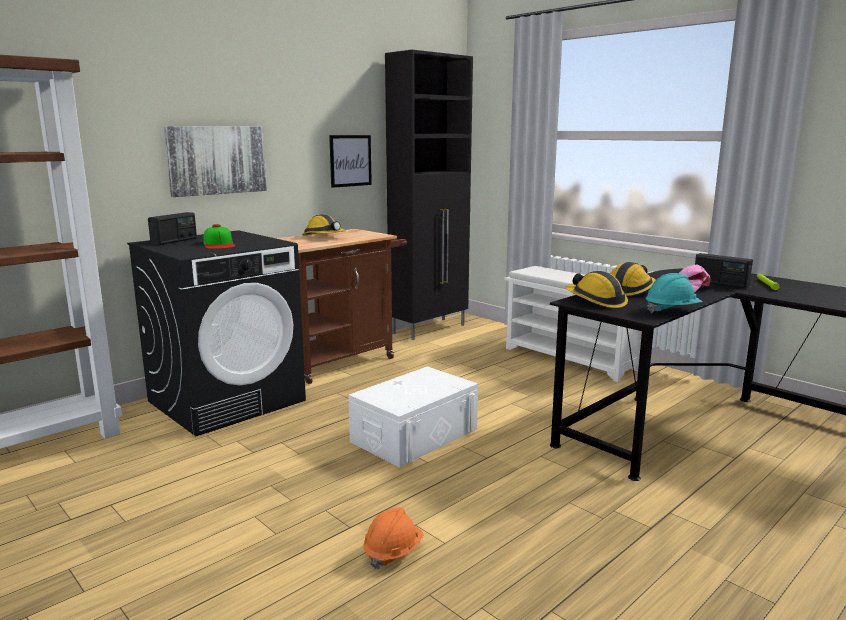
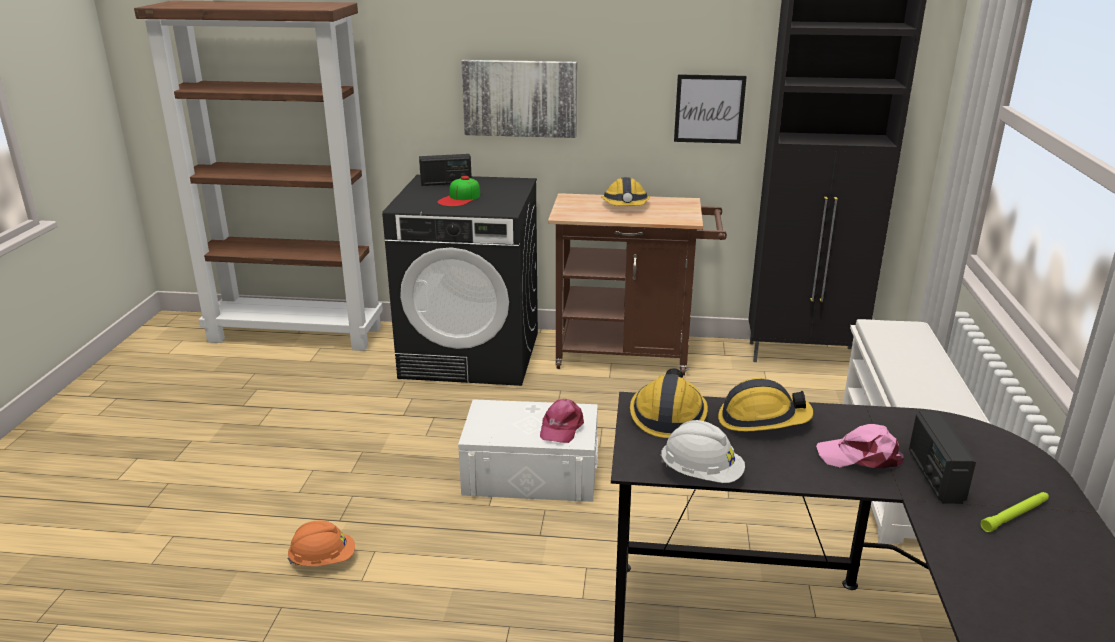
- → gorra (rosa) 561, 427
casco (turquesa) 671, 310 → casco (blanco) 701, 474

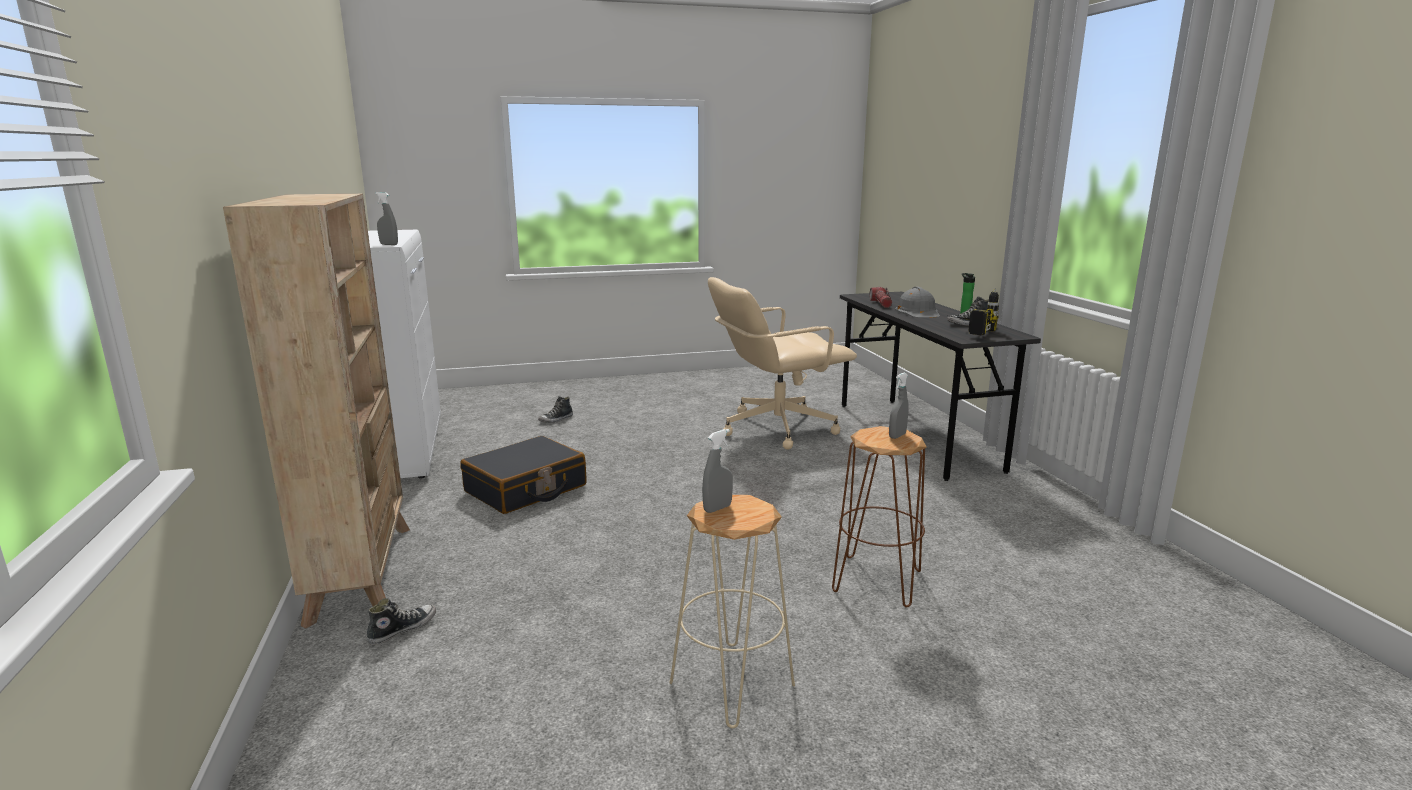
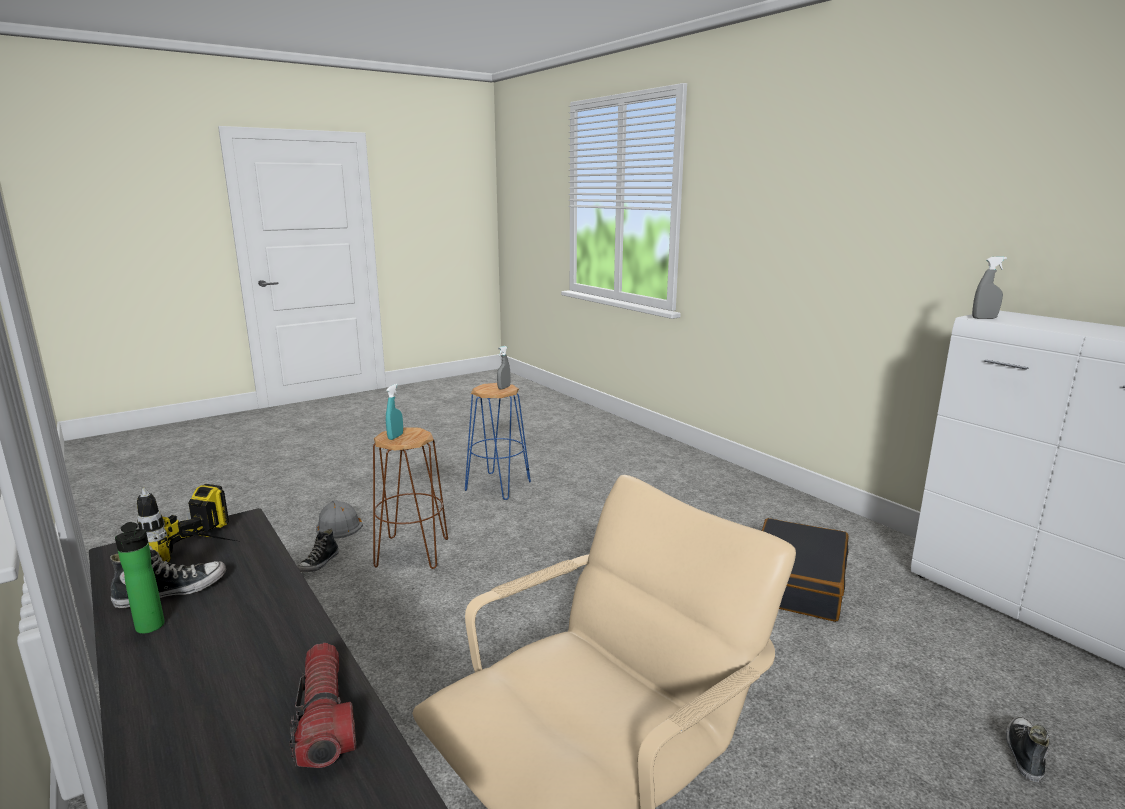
zapato 402, 629 → zapato 319, 563, moved
casco (gris) 918, 312 → casco (gris) 337, 525, moved
pulverizador (gris) 897, 436 → pulverizador (turquesa) 395, 437
taburete (beis) 731, 684 → taburete (azul) 498, 486
estantería (beis) 362, 572 → -

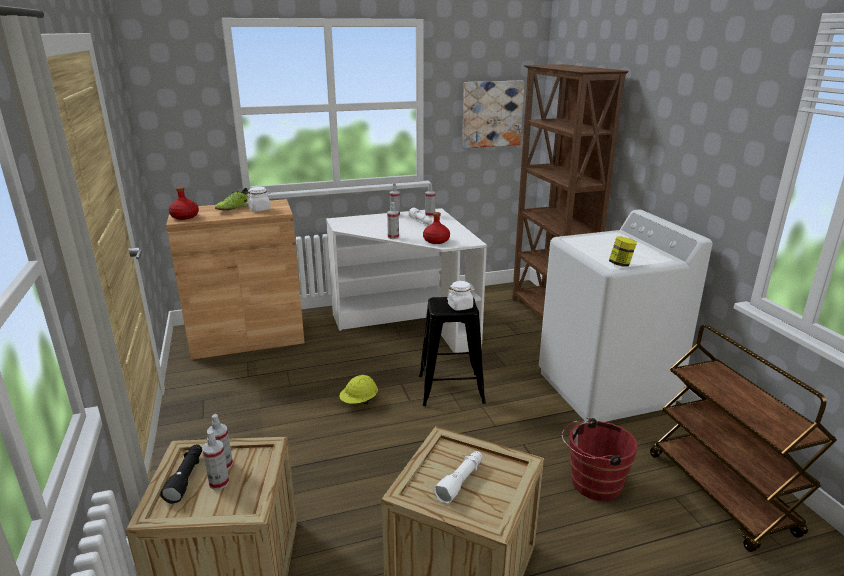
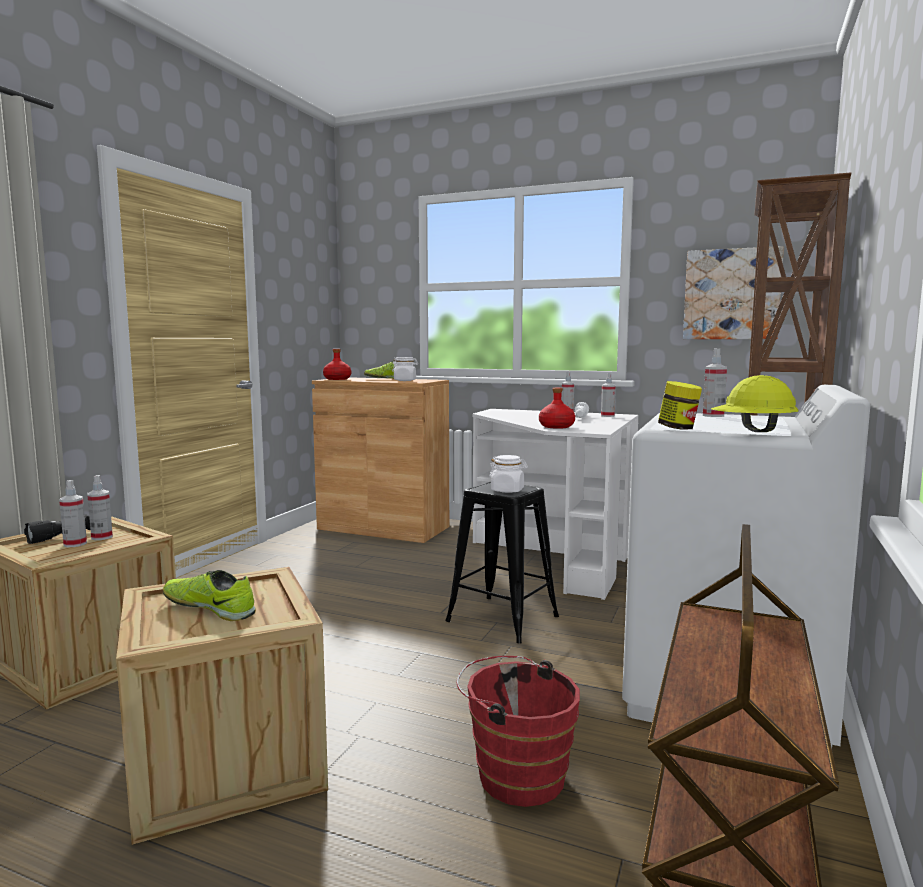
linterna (blanco) 460, 481 → zapato 209, 608
pulverizador 393, 237 → pulverizador 713, 415, moved
casco (amarillo) 359, 401 → casco (amarillo) 752, 431, moved

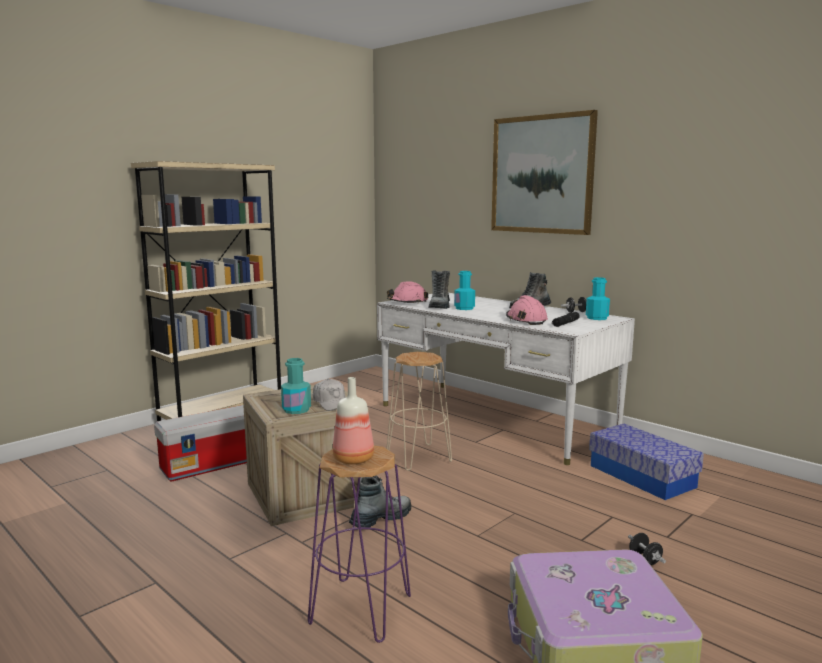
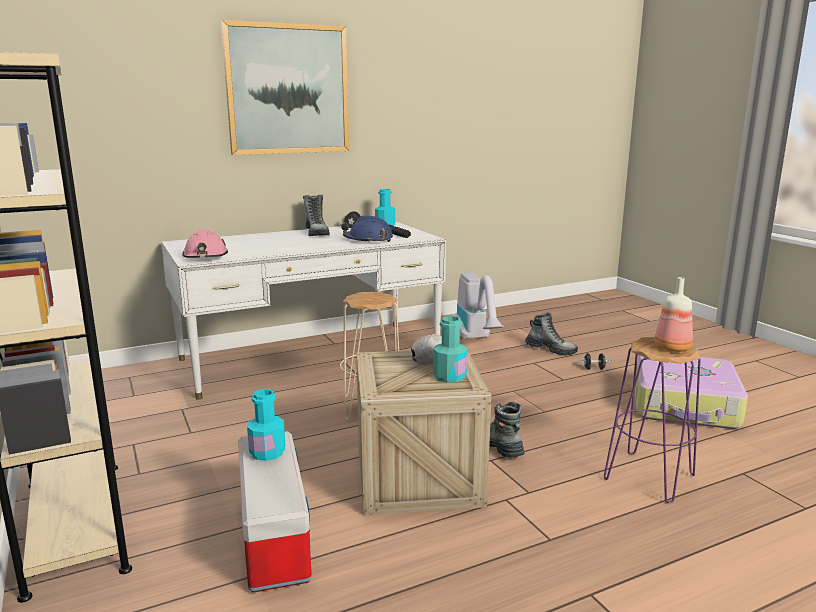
botella (turquesa) 464, 308 → botella (turquesa) 267, 452, moved
casco (rosa) 526, 320 → casco (azul) 368, 240
caja de almacenaje 642, 476 → aspiradora 476, 339
bota 440, 306 → bota 551, 350, moved

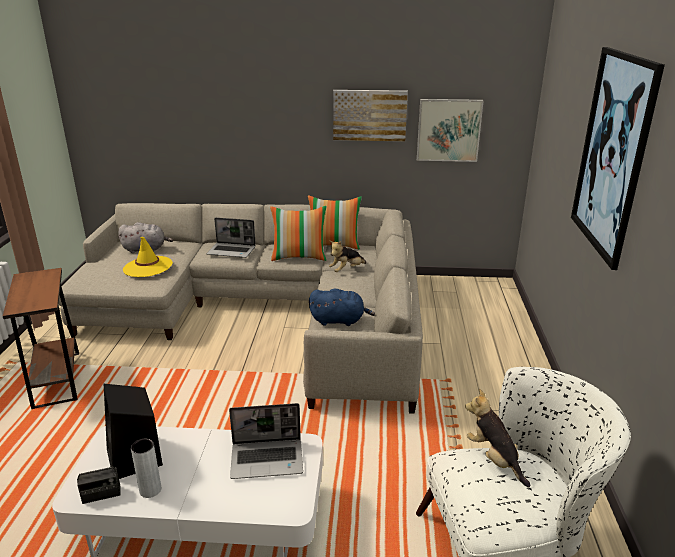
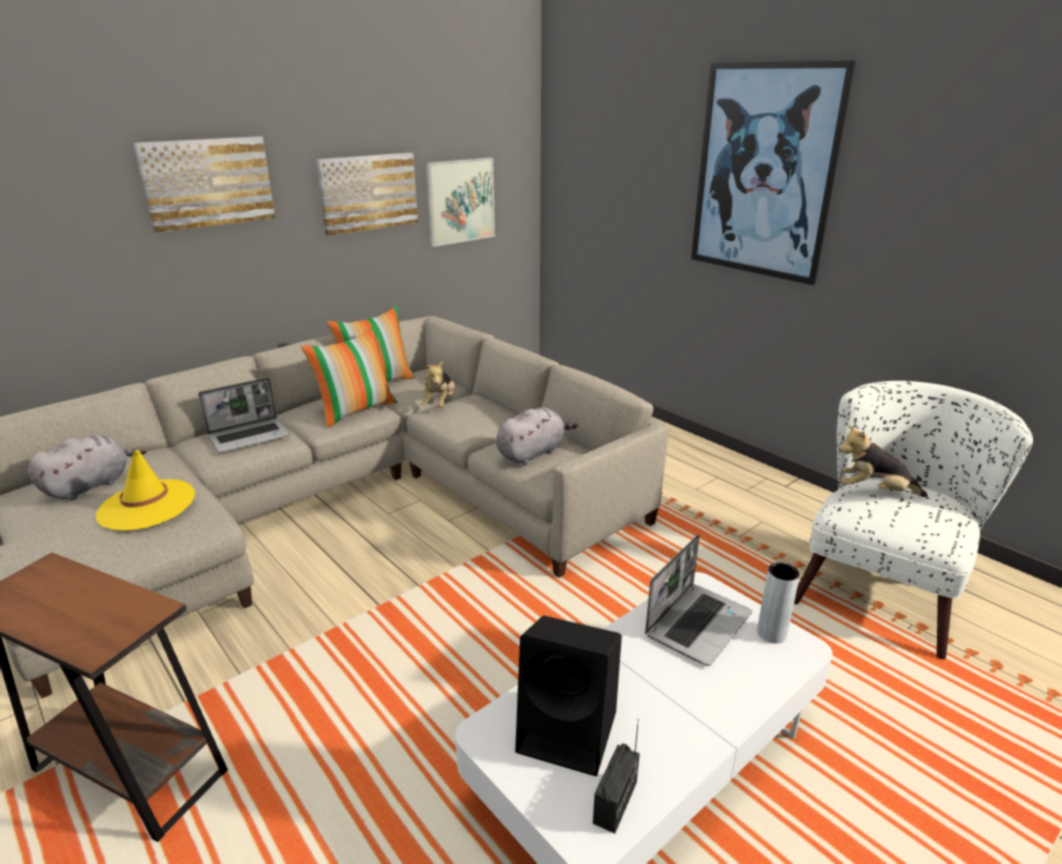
- → cuadro 207, 182
peluche (azul) 339, 320 → peluche (gris) 532, 453
florero (gris) 150, 490 → florero (gris) 771, 633, moved

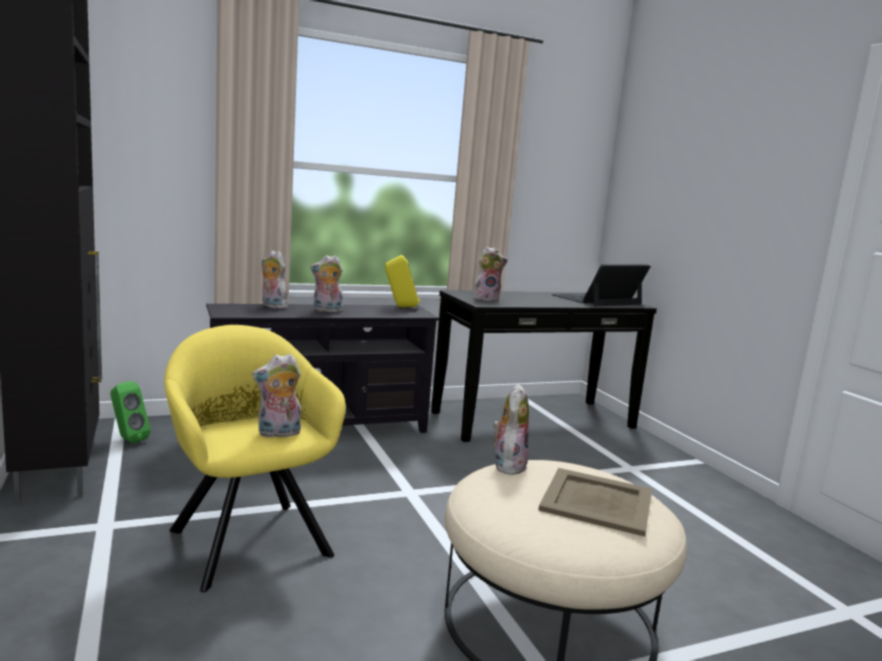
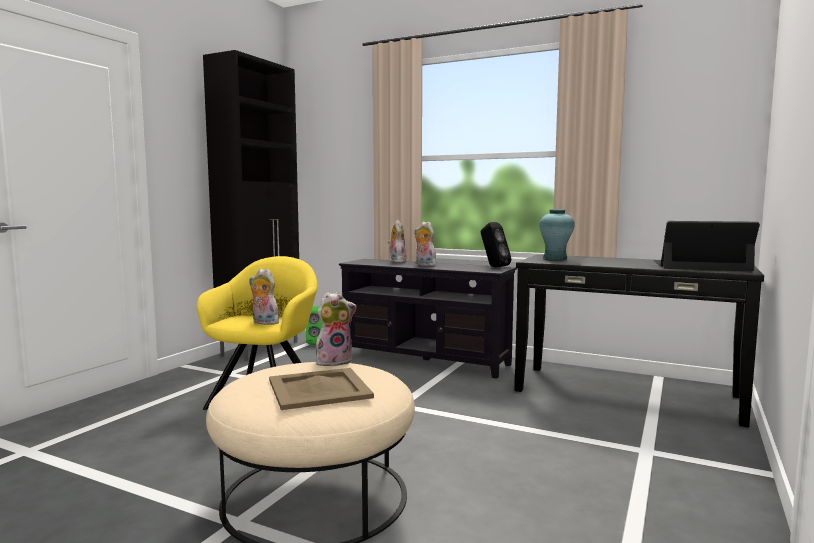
altavoz (amarillo) 400, 307 → altavoz (negro) 493, 267
peluche 486, 299 → florero (turquesa) 555, 259

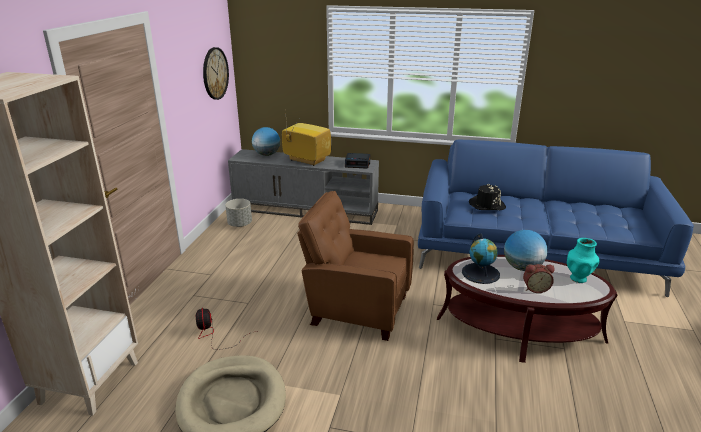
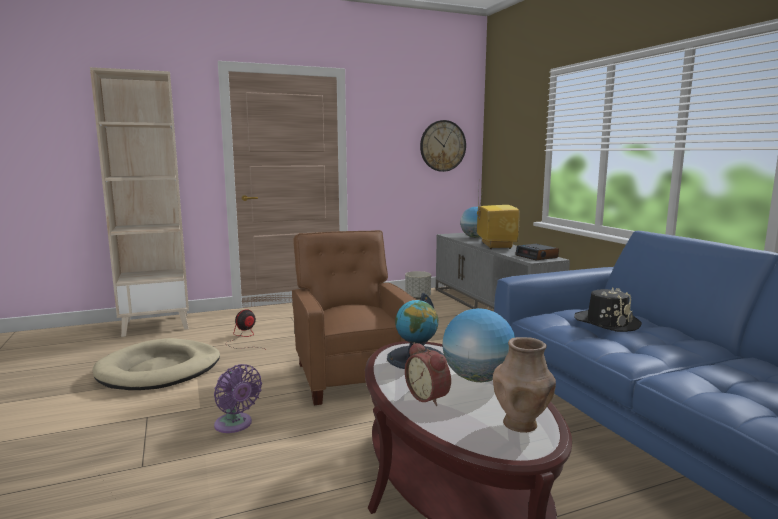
- → ventilador (morado) 235, 425
florero (turquesa) 578, 278 → florero (marrón) 521, 424

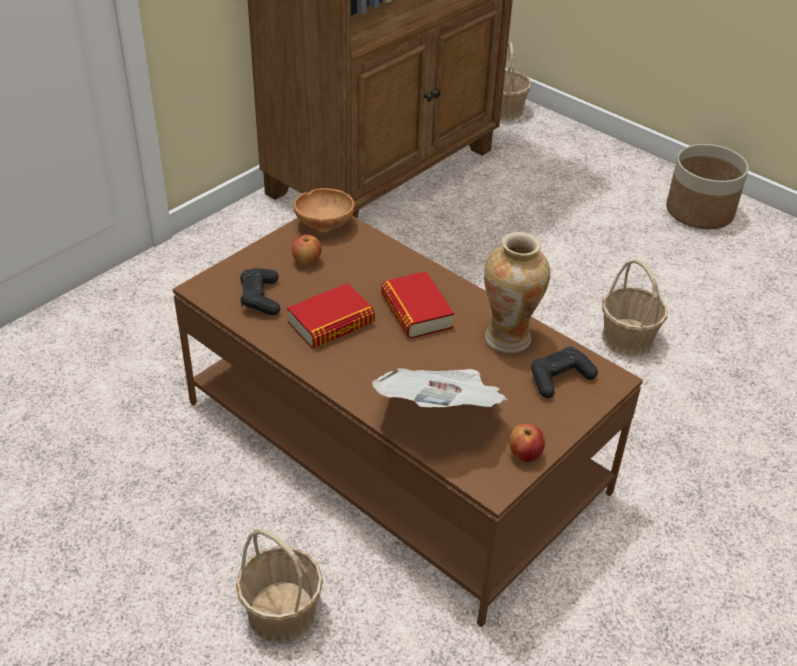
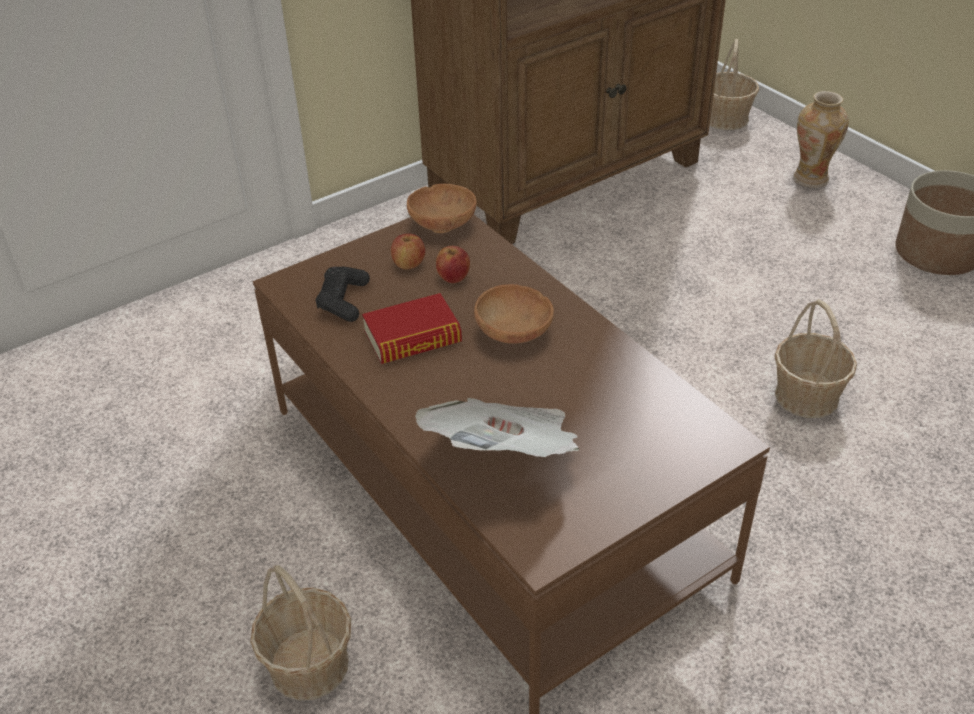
manzana 525, 455 → manzana 453, 278, moved
libro 416, 311 → cuenco (marrón) 515, 334
florero 508, 337 → florero 811, 178, moved
mando de consola (negro) 559, 378 → -

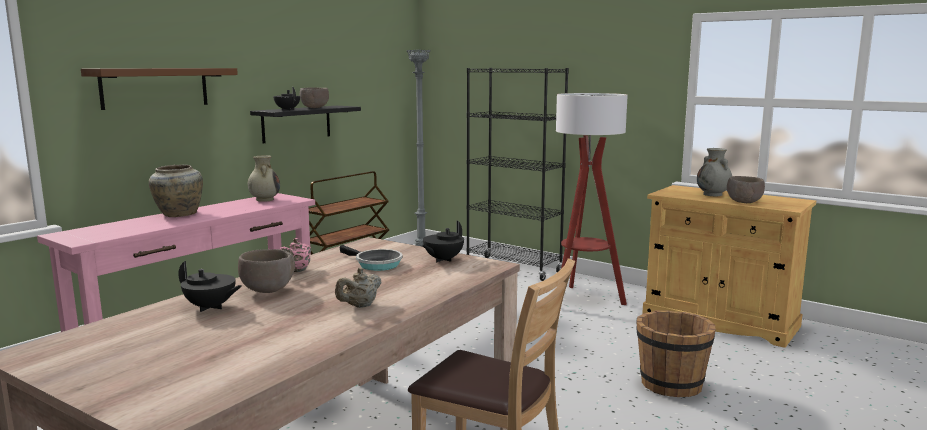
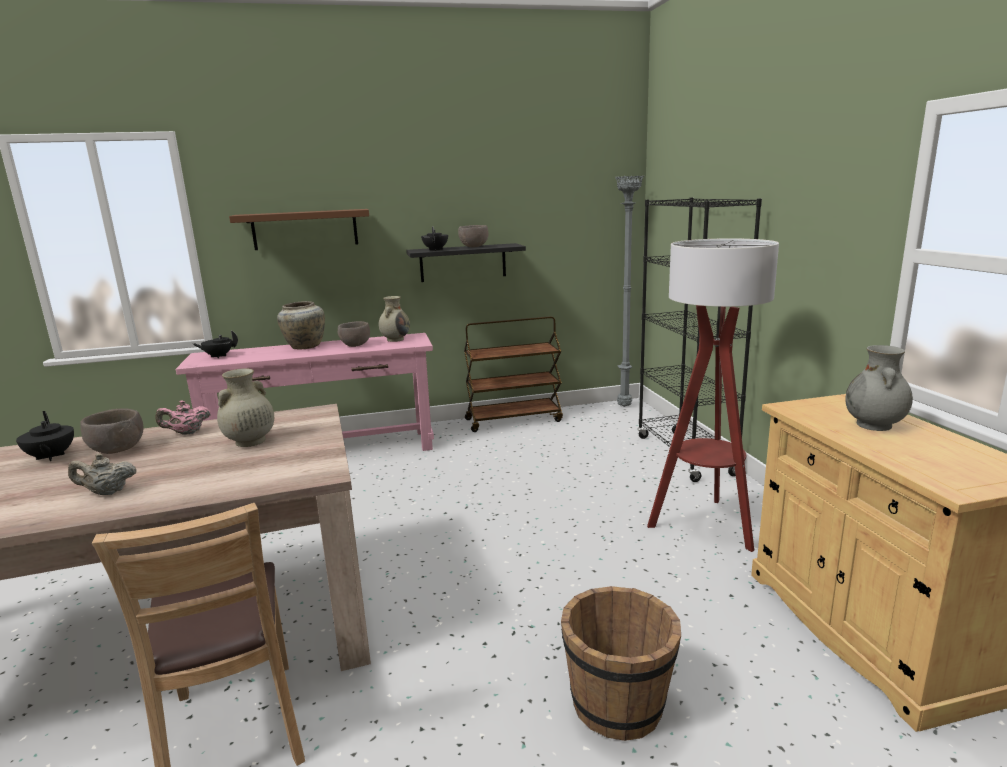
tetera (negro) 442, 260 → tetera (negro) 218, 356, moved
sartén 375, 264 → florero (beis) 249, 442
cuenco (marrón) 743, 202 → cuenco (marrón) 355, 345, moved

